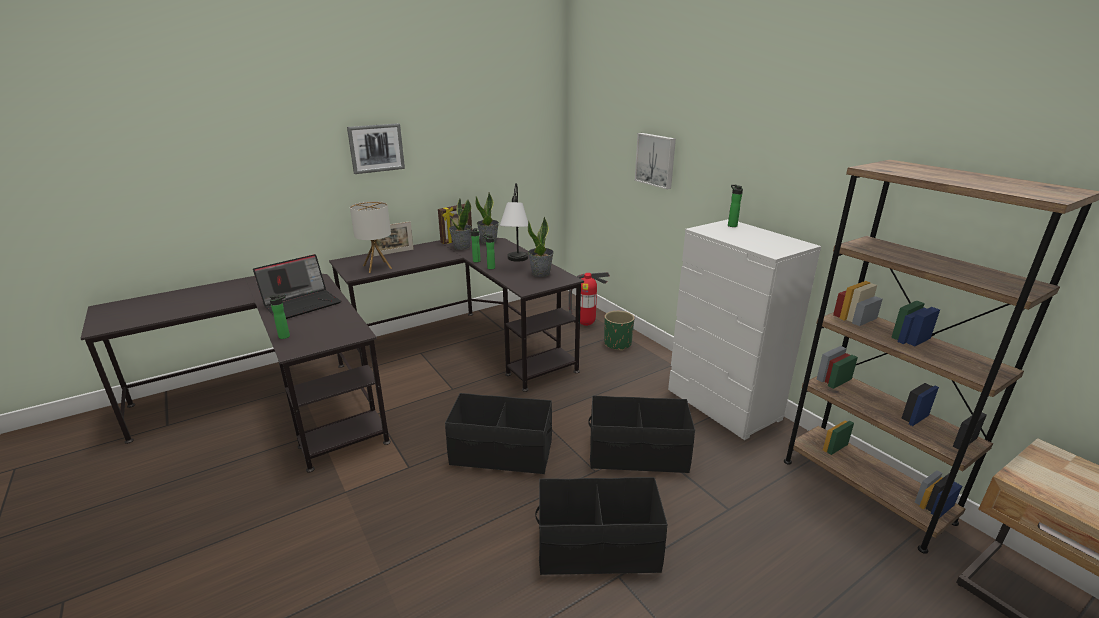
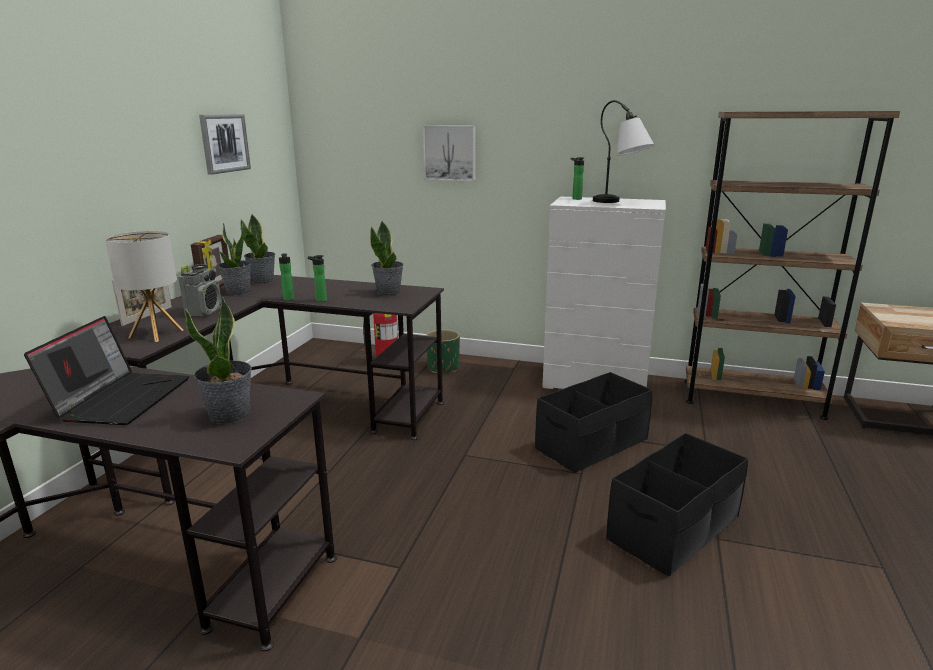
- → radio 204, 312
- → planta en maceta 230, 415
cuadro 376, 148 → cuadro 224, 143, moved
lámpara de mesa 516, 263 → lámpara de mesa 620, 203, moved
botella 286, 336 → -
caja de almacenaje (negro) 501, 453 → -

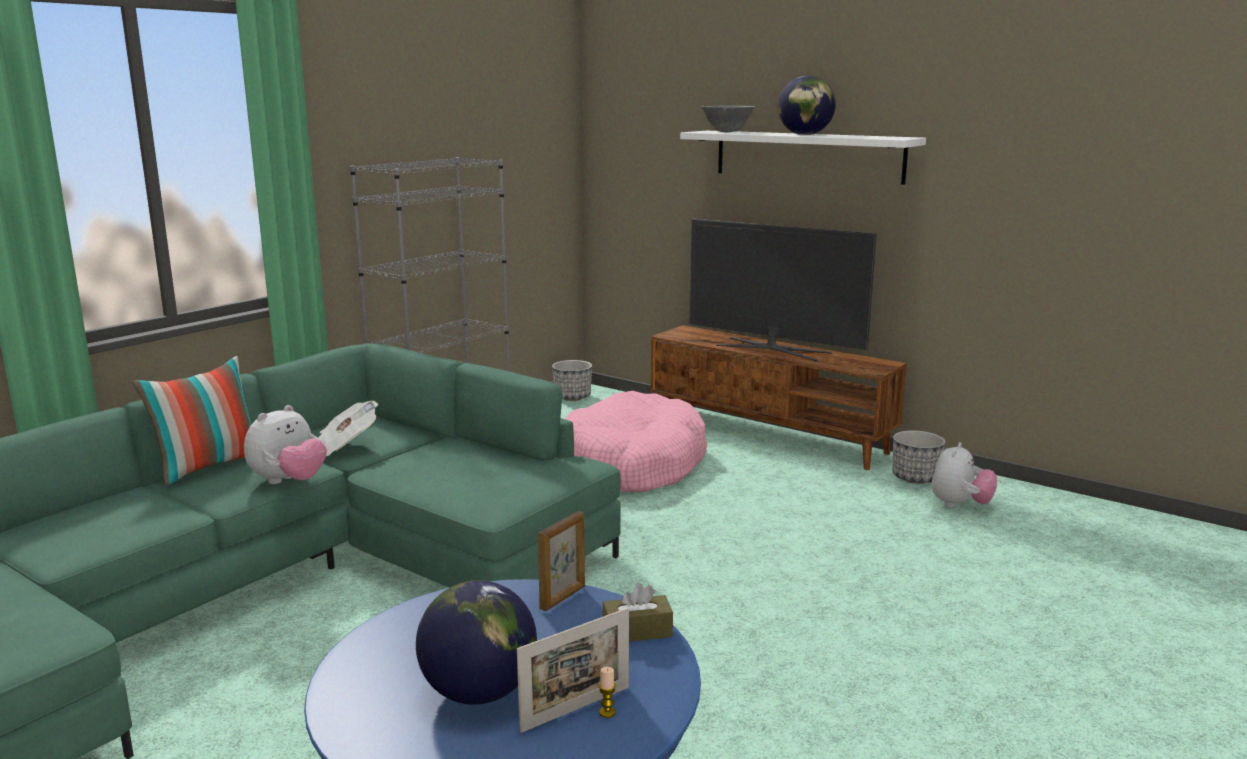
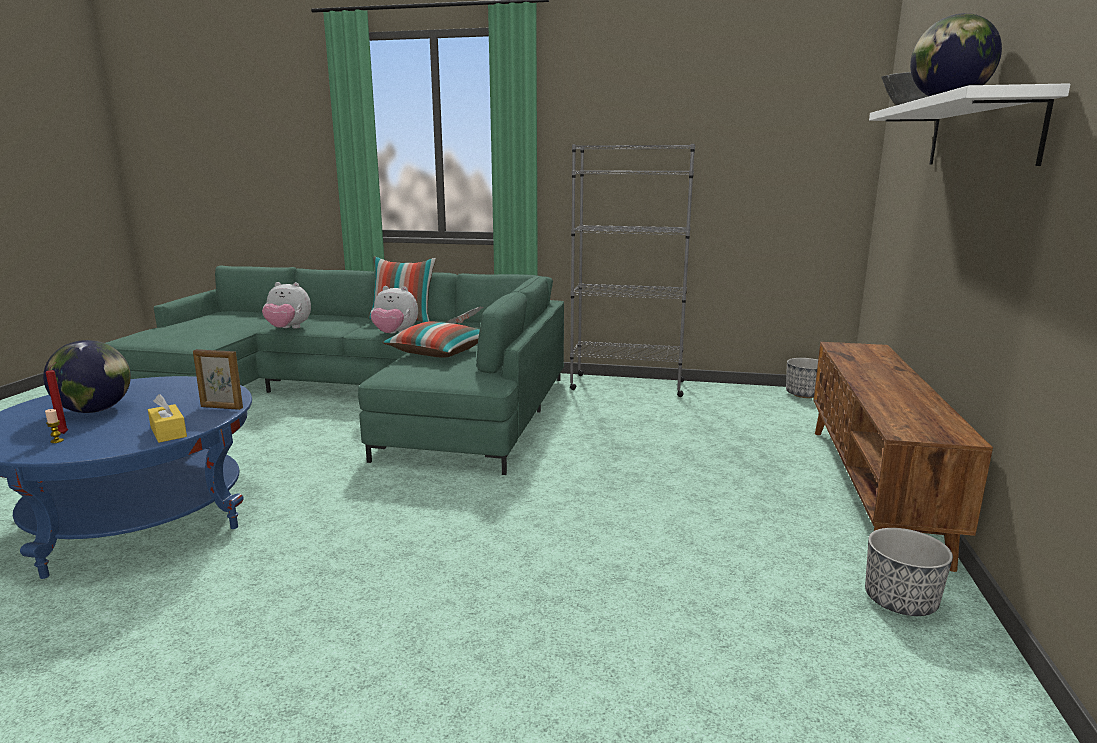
portarretratos 576, 709 → vela (rojo) 65, 433
caja de pañuelos (marrón) 637, 631 → caja de pañuelos (amarillo) 168, 432
peluche 960, 505 → peluche 288, 329, moved
- → cojín 438, 352
cama para perro (rosa) 632, 464 → -
televisor 773, 349 → -

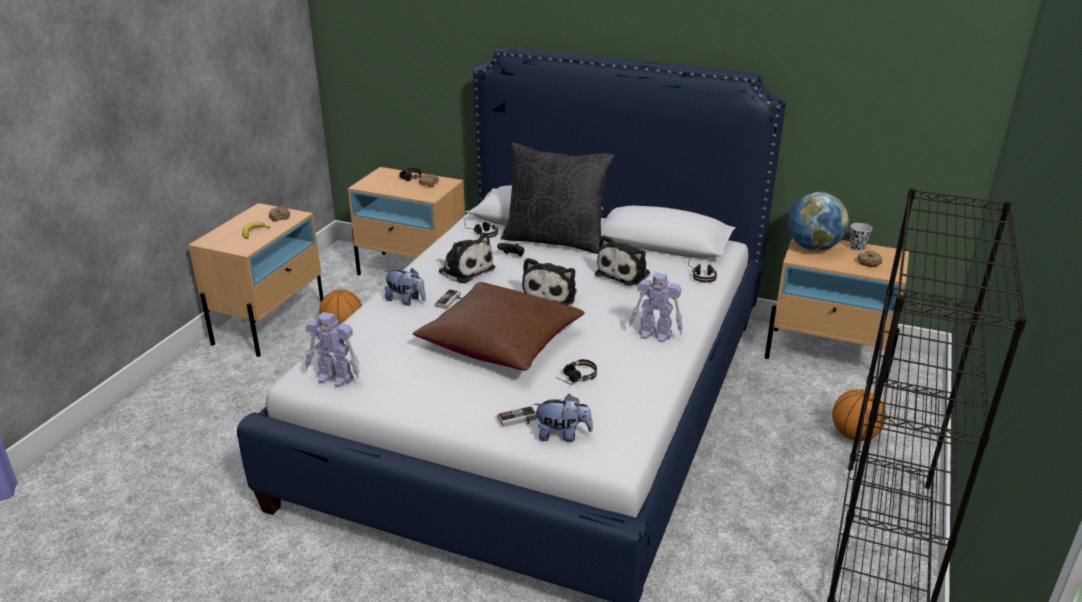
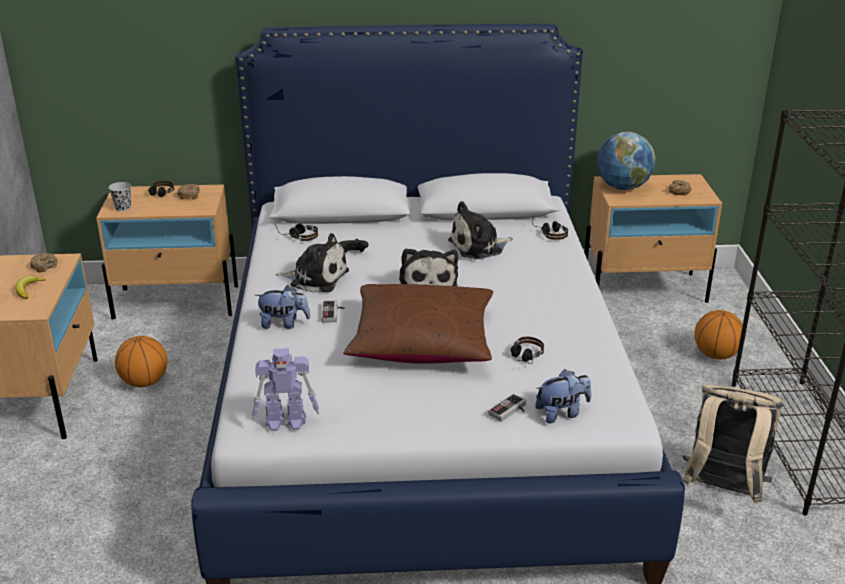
taza (negro) 857, 248 → taza (negro) 123, 208, moved
peluche 625, 273 → peluche 479, 247, 60 degrees clockwise
- → mochila (beis) 722, 490
cojín (negro) 555, 240 → -
robot de juguete 655, 335 → -

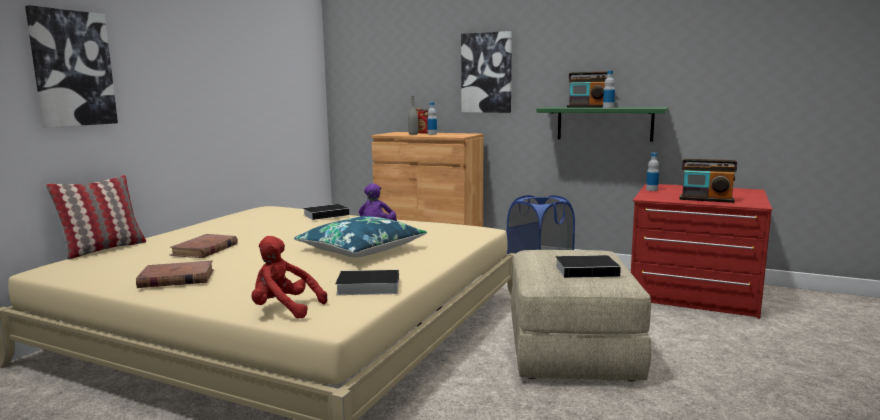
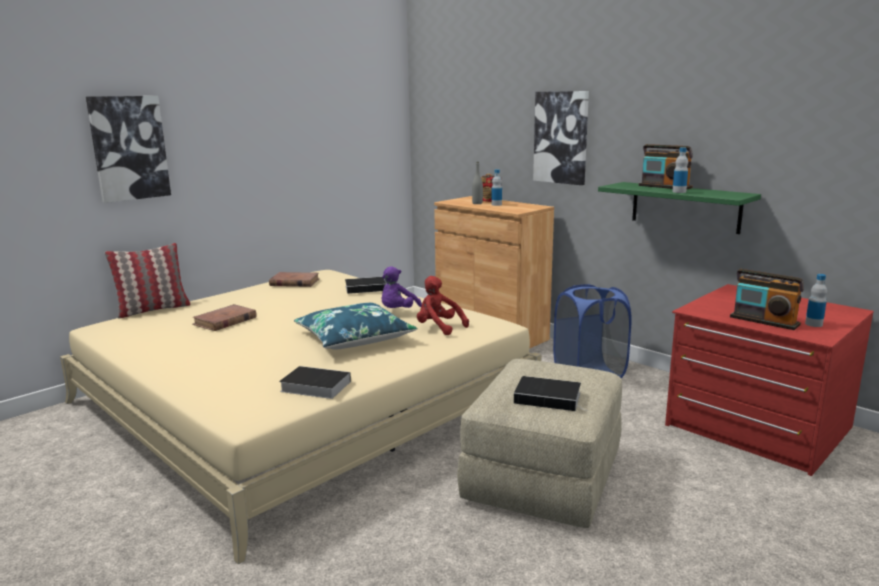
libro (marrón) 176, 279 → libro (marrón) 294, 282, moved
peluche (rojo) 284, 309 → peluche (rojo) 438, 328, moved
botella 652, 190 → botella 813, 324, moved

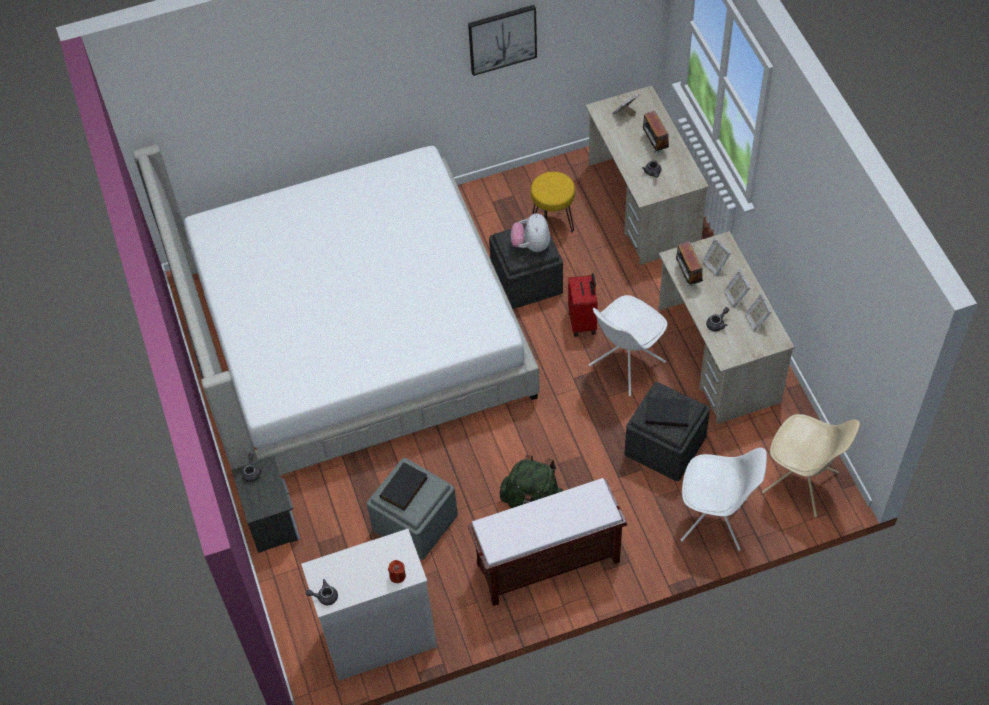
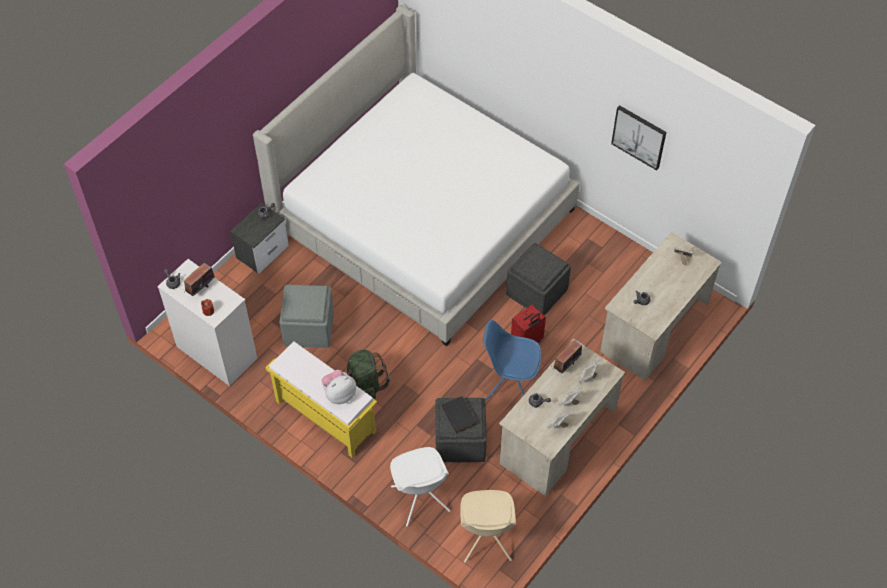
radio 654, 144 → radio 200, 289, moved
banco (marrón) 547, 564 → banco (amarillo) 324, 416
peluche 531, 245 → peluche 339, 394, moved
silla (blanco) 626, 364 → silla (azul) 510, 384
libro (negro) 405, 488 → -
taburete (amarillo) 552, 223 → -

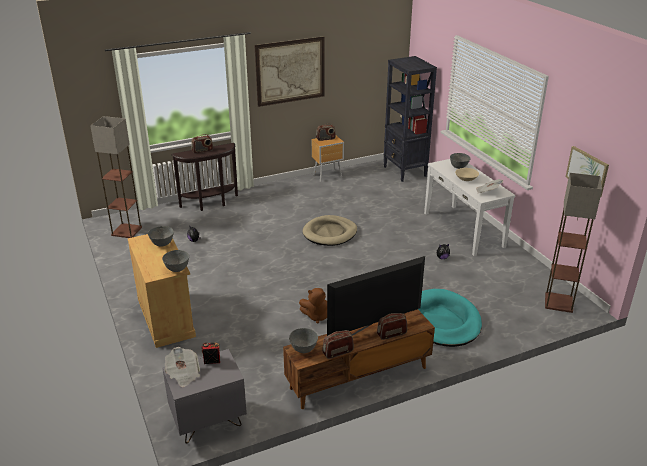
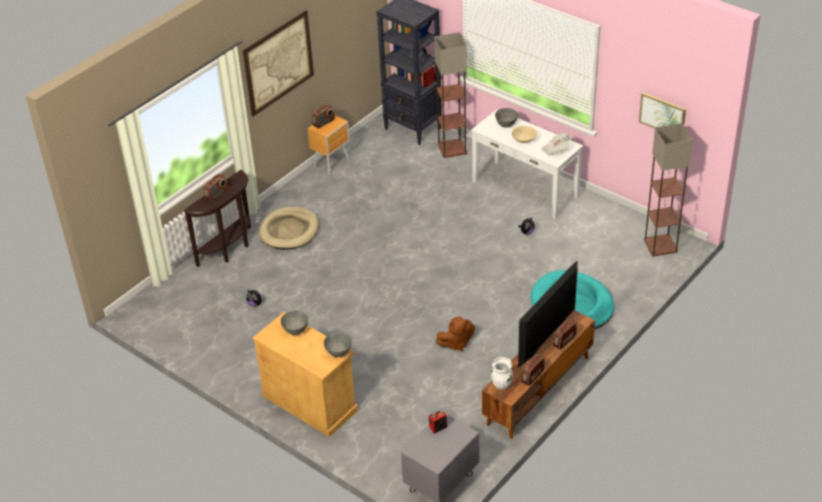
cama para perro (beis) 330, 233 → cama para perro (beis) 289, 231, moved
lámpara de pie 126, 231 → lámpara de pie 451, 148, moved
cuenco (gris) 304, 349 → florero (blanco) 502, 385
periódico 183, 374 → -

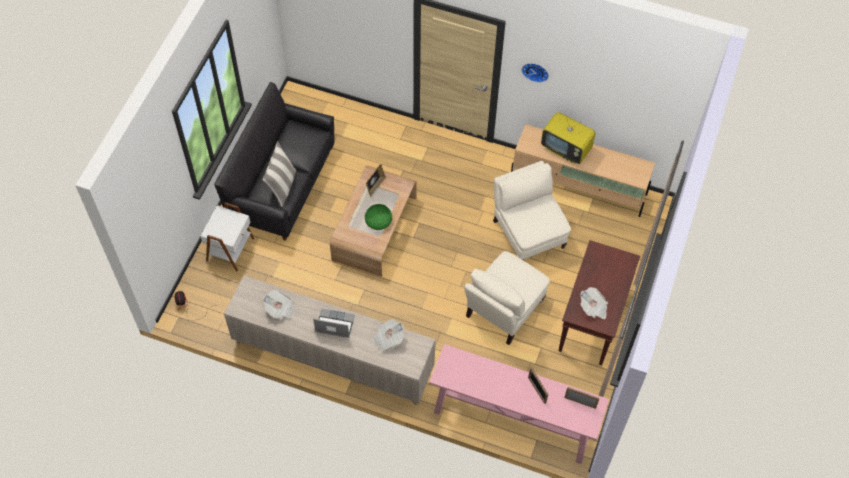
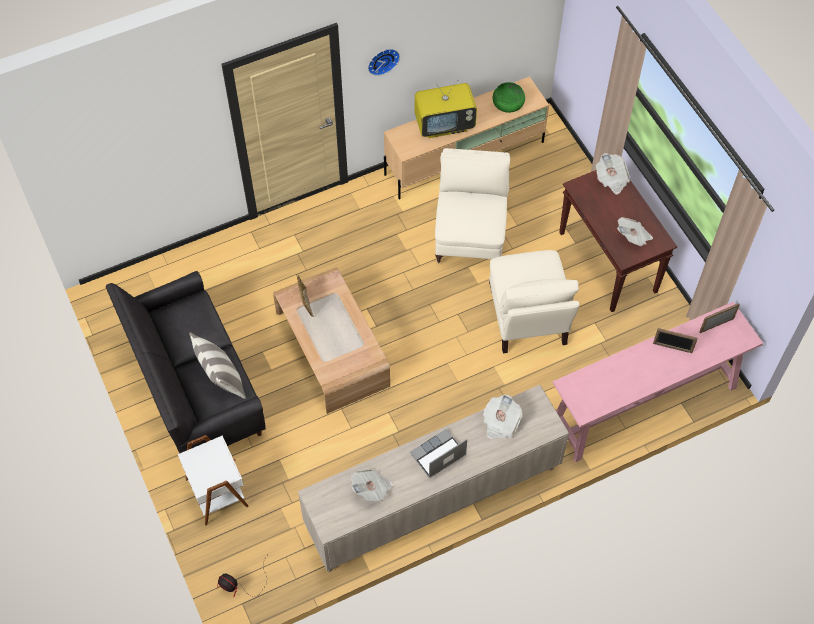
sillón (beis) 528, 233 → sillón (beis) 470, 234, 75 degrees clockwise
cuenco (verde) 378, 220 → cuenco (verde) 508, 103, moved
- → periódico 611, 179

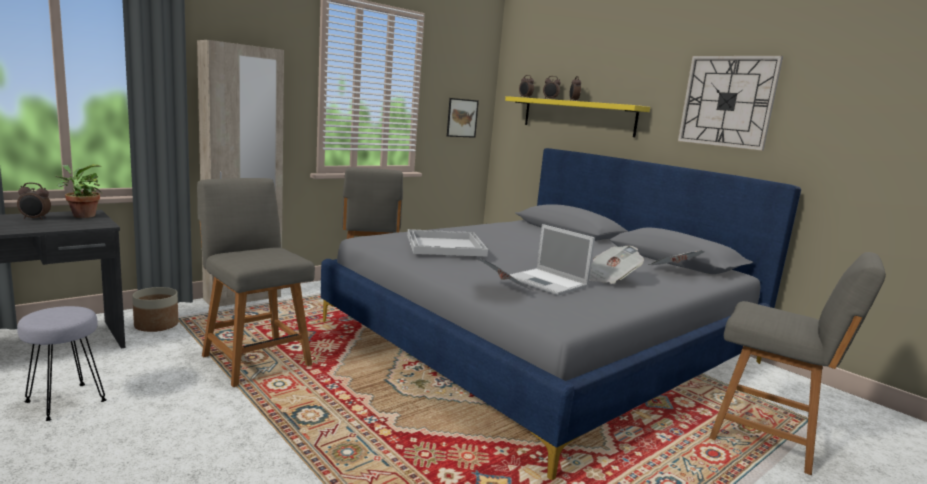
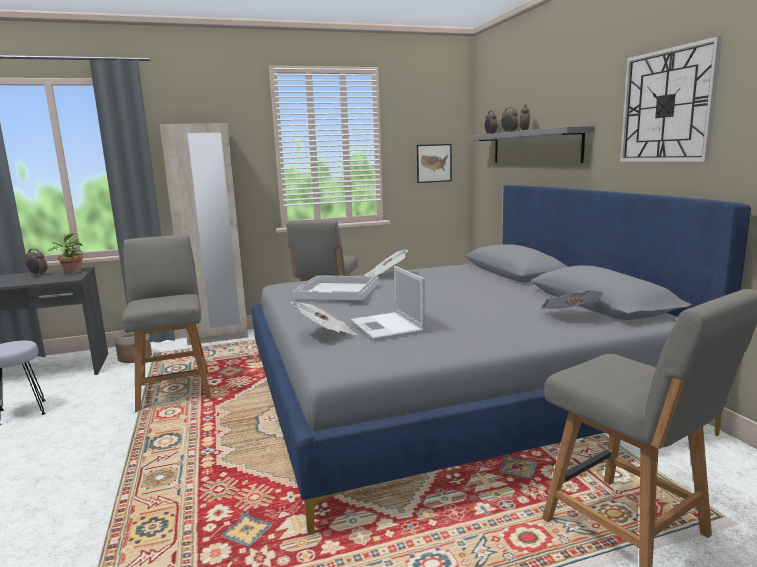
periódico 610, 279 → periódico 386, 275, moved
estante (amarillo) 577, 116 → estante (gris) 534, 147

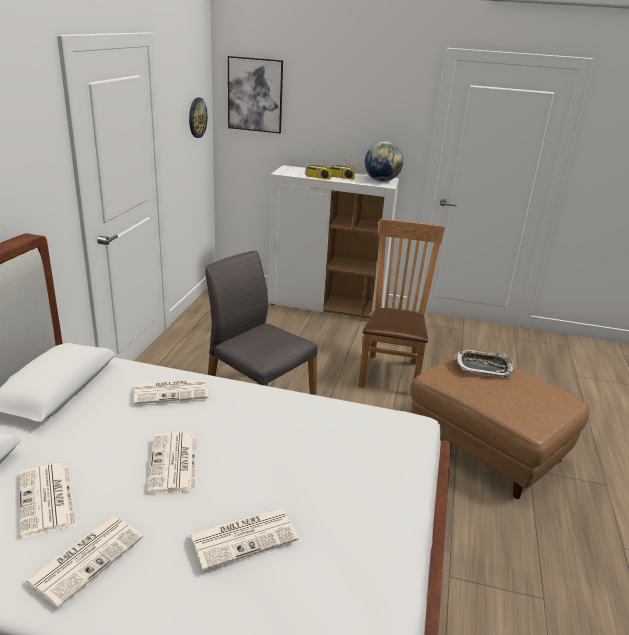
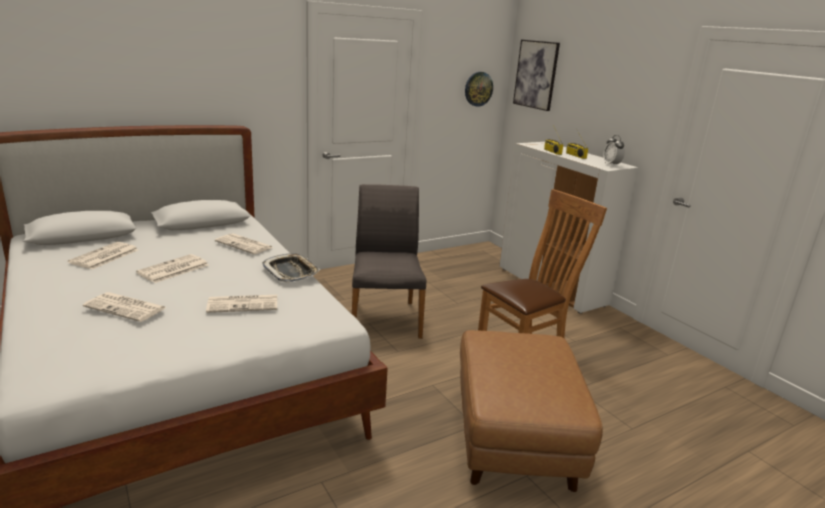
periódico 86, 557 → periódico 244, 304, moved
bandeja 483, 366 → bandeja 291, 272, moved
globo terráqueo 381, 180 → despertador 611, 164

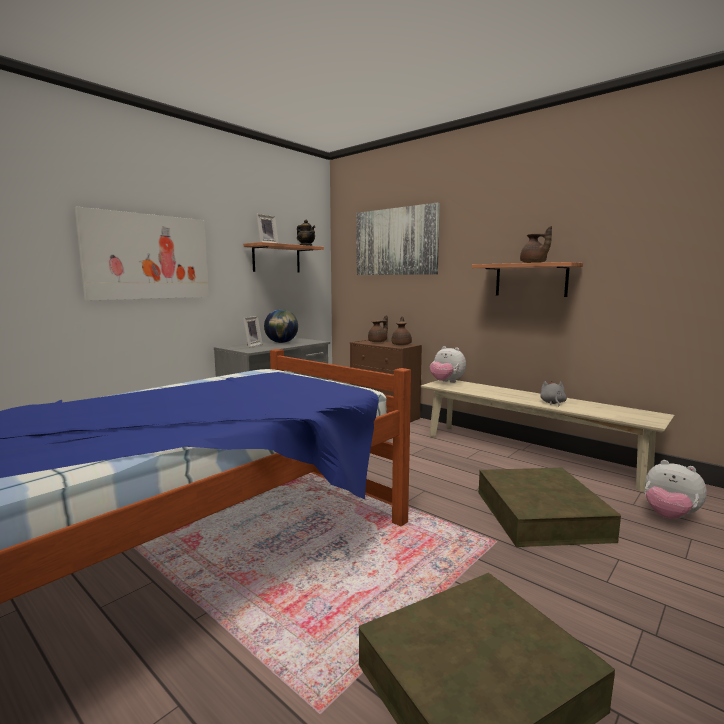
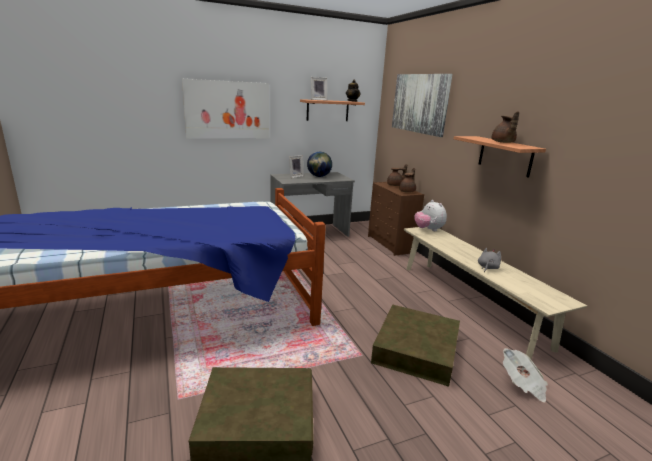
peluche 669, 516 → periódico 522, 384

